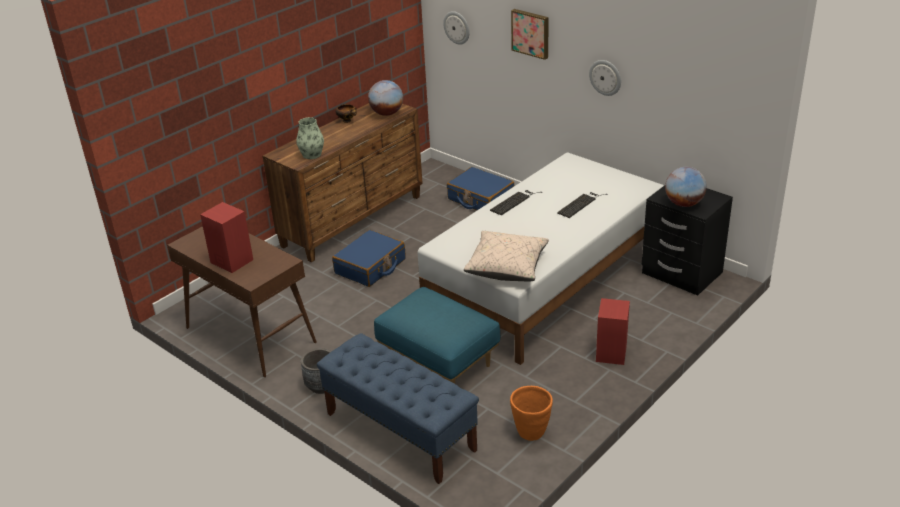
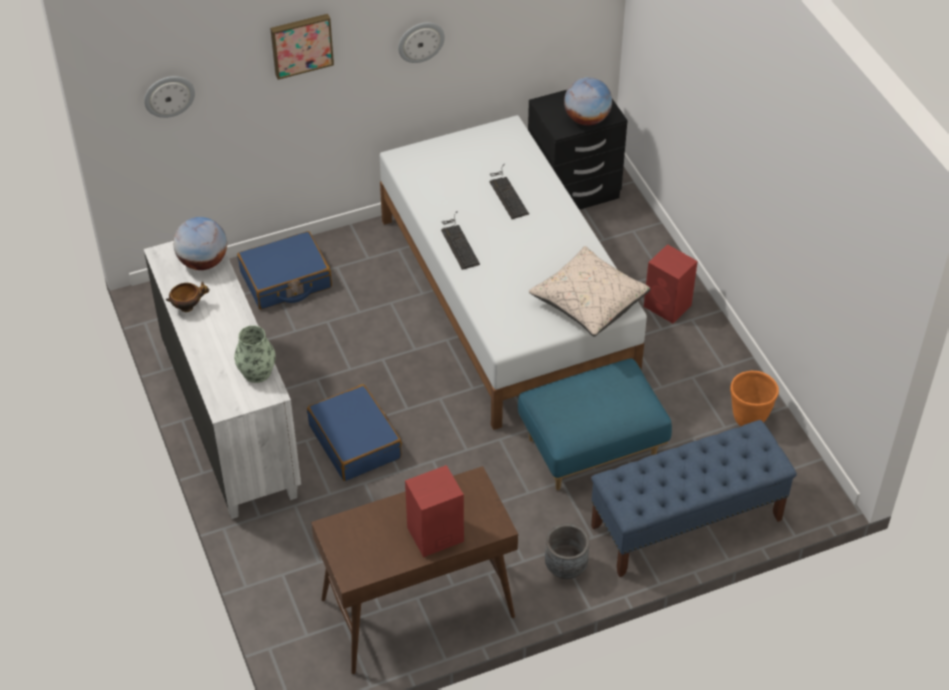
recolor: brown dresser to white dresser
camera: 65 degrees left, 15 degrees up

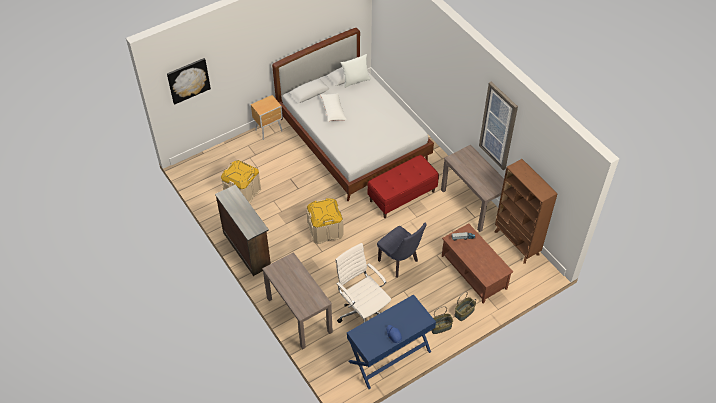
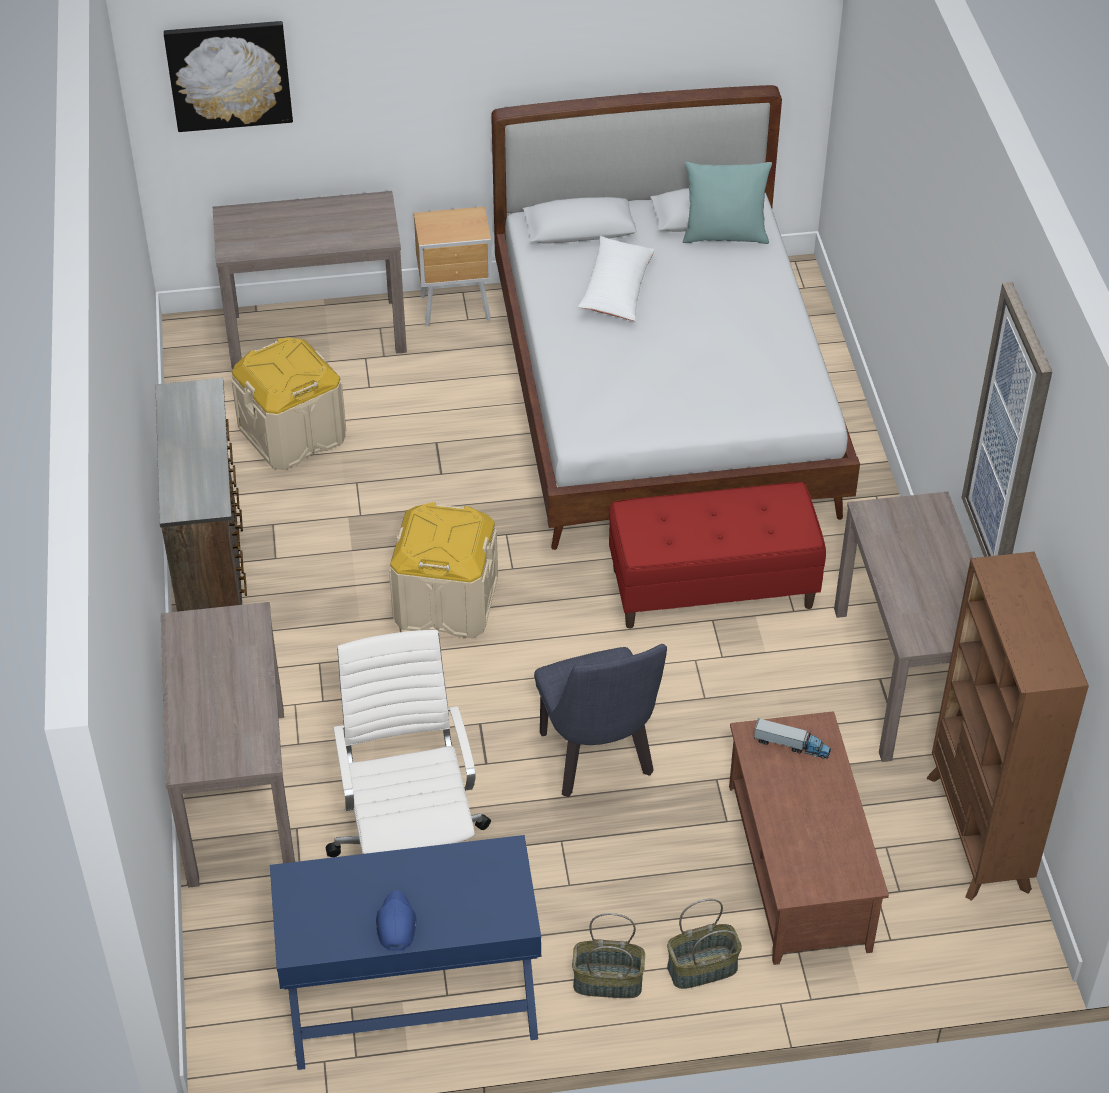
insert: brown console table (2nd from left)
recolor: white pillow (2nd from left) to turquoise pillow
camera: 25 degrees right, 5 degrees down

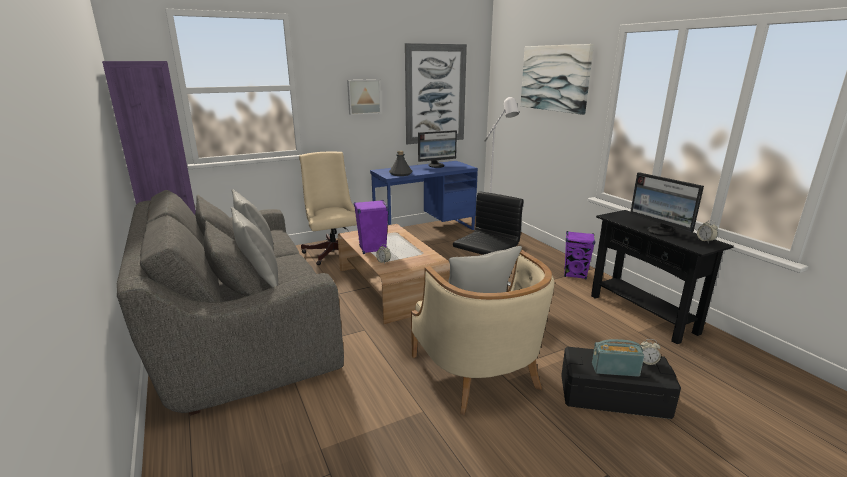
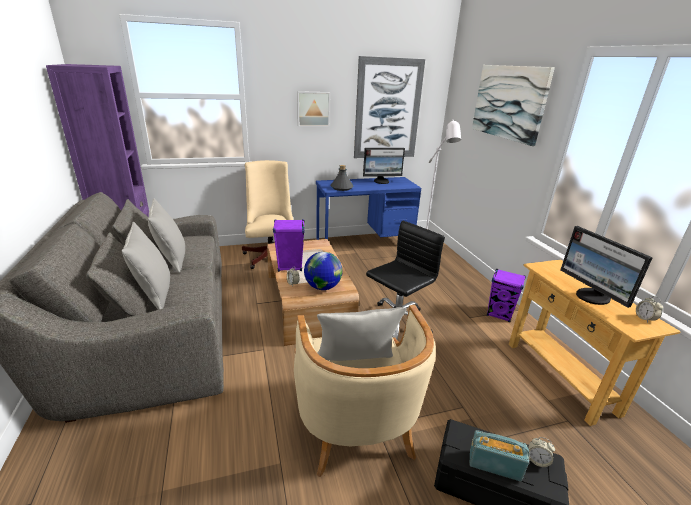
insert: globe
recolor: black console table to beige console table
camera: 10 degrees right, 5 degrees up

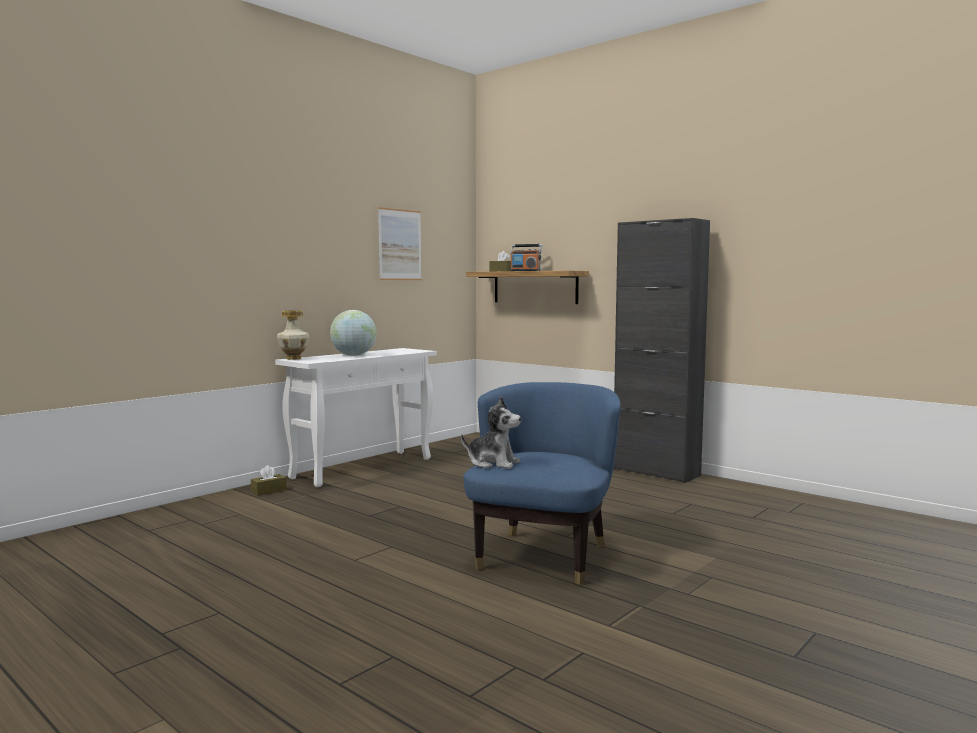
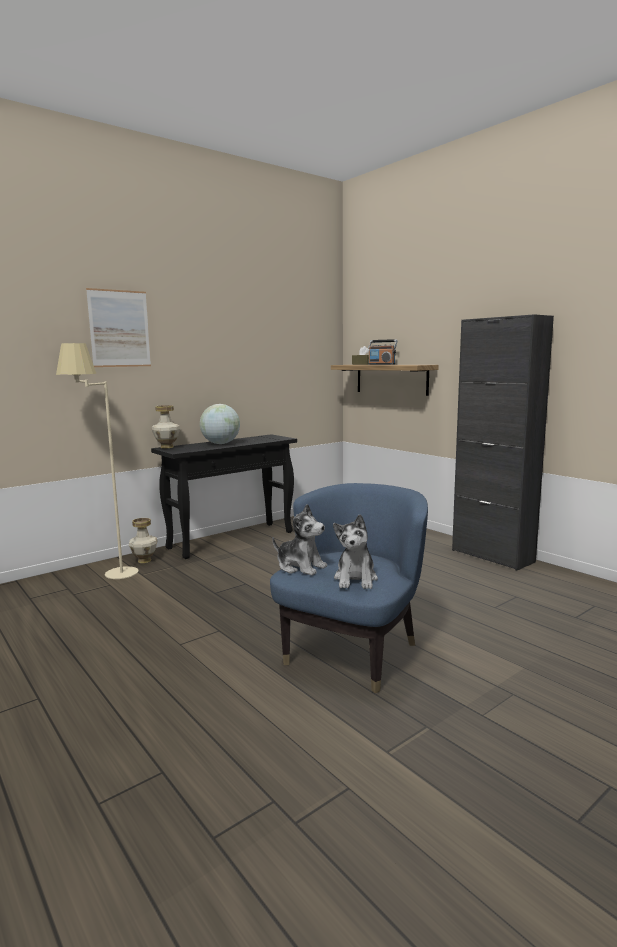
insert: beige floor lamp; plush toy (2nd from left)
move: picture
replace: brown tissue box (1st from left) to vase (1st from left)
recolor: white console table to black console table
camera: 10 degrees right, 5 degrees up

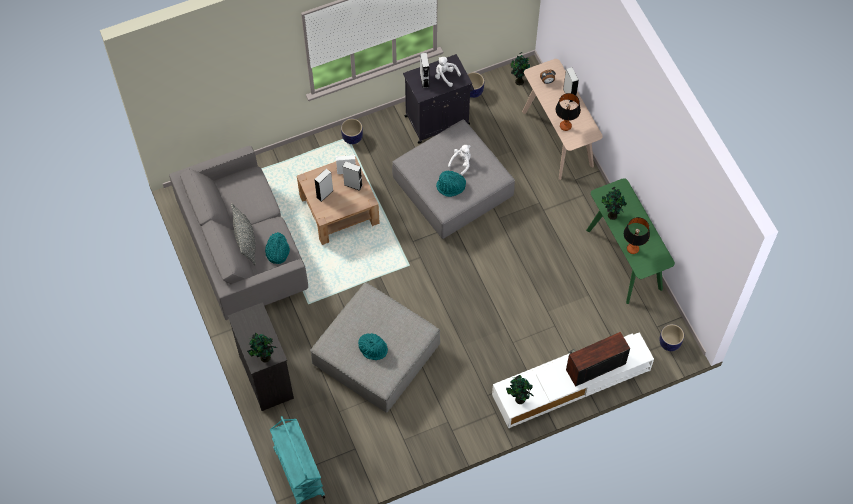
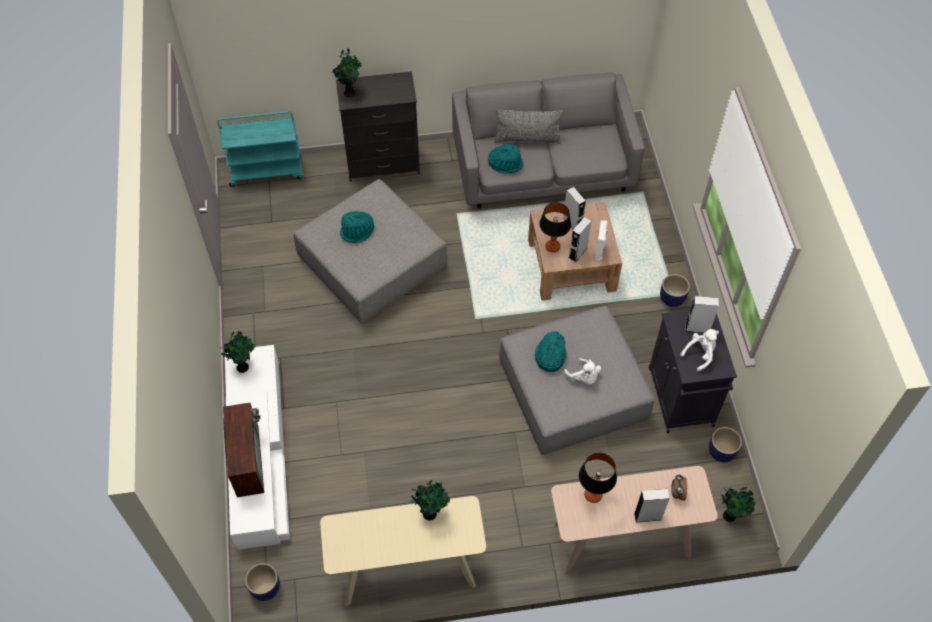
move: table lamp (2nd from left in the first image) to table lamp (1st from left)
recolor: green console table to beige console table (1st from left)
camera: 105 degrees right, 5 degrees down

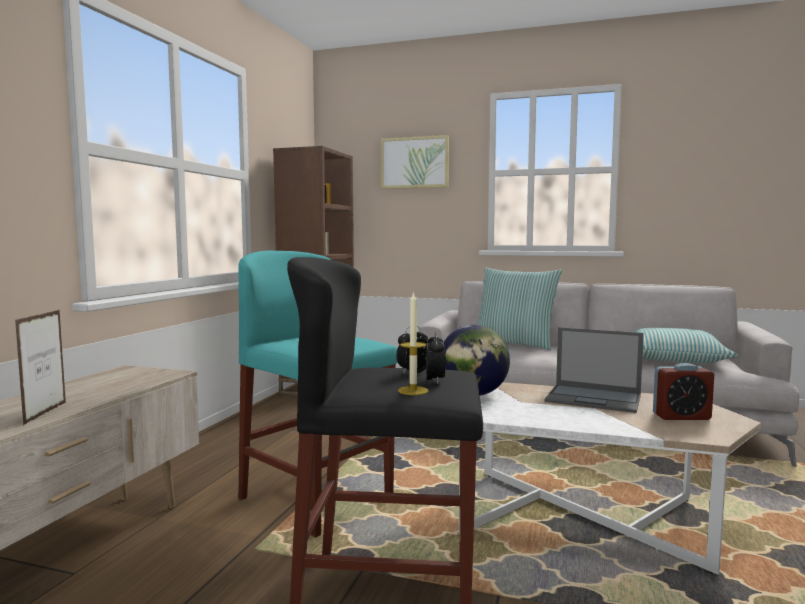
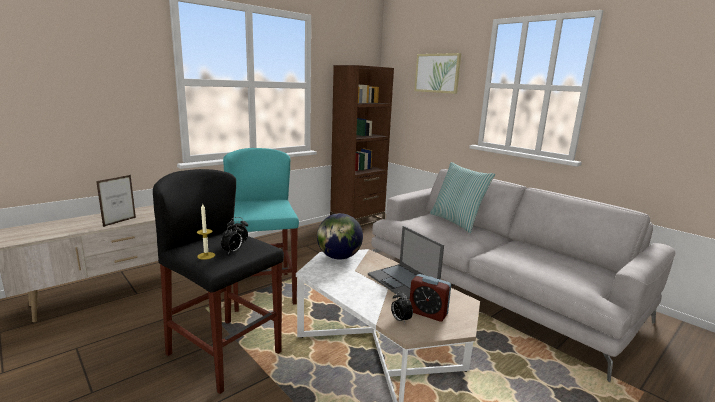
delete: pillow (2nd from left)
insert: alarm clock (3rd from left)
camera: 30 degrees right, 10 degrees up

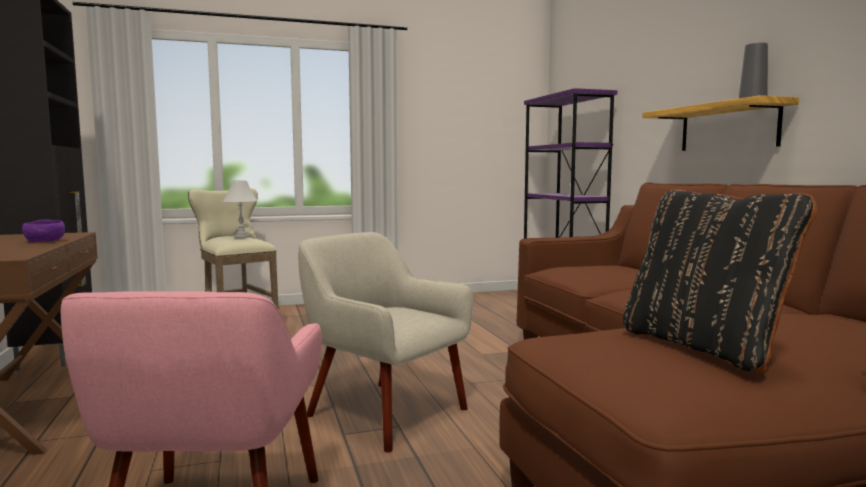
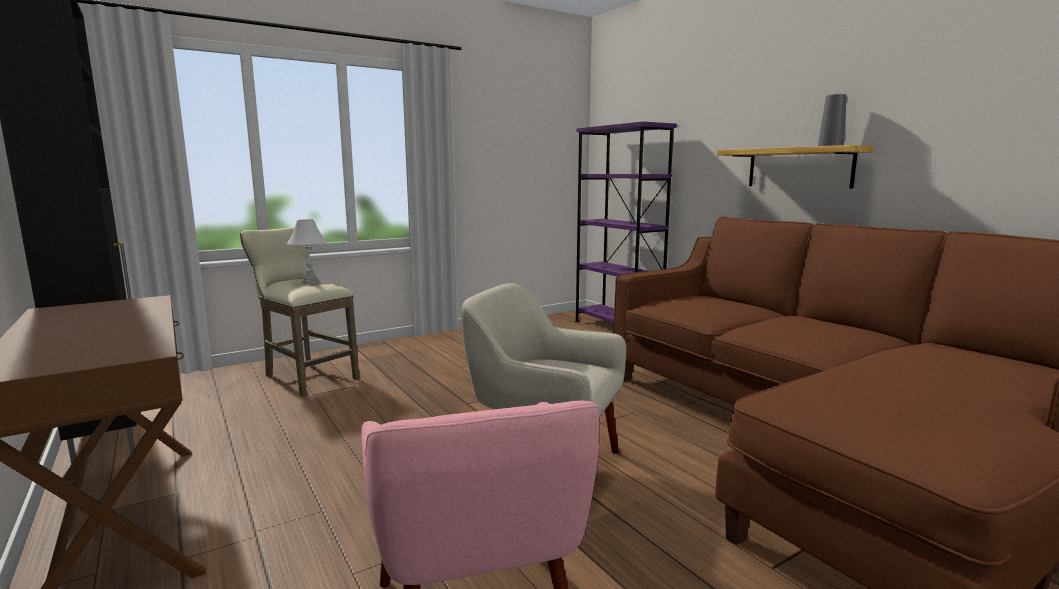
delete: purple bowl; black pillow
camera: 15 degrees left, 5 degrees up

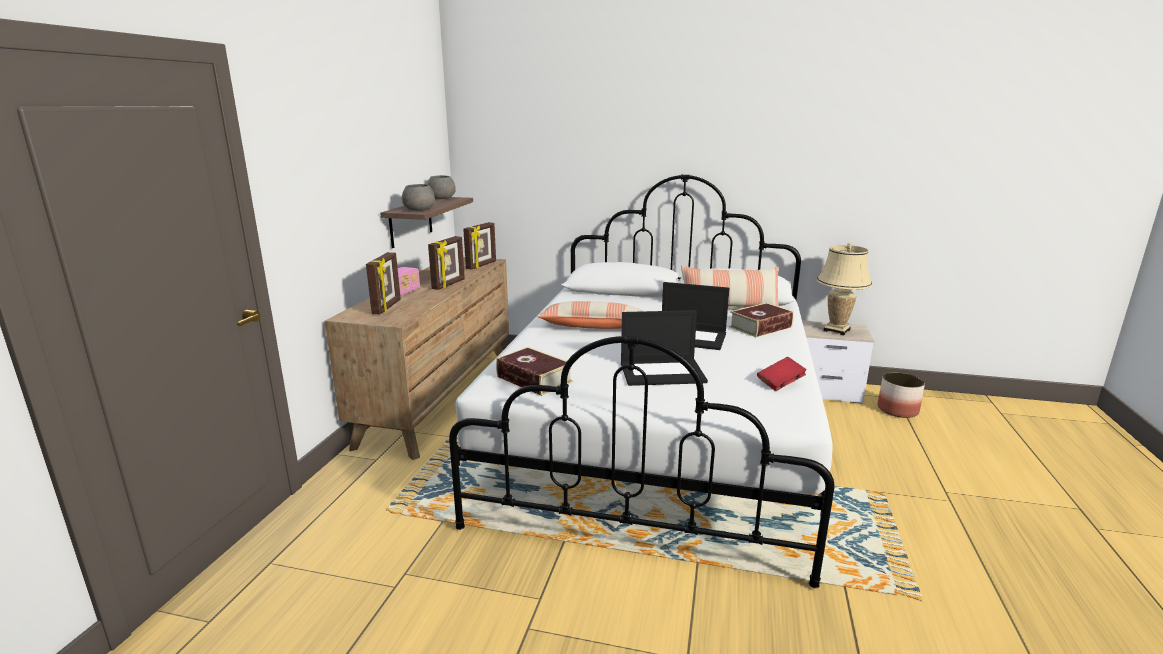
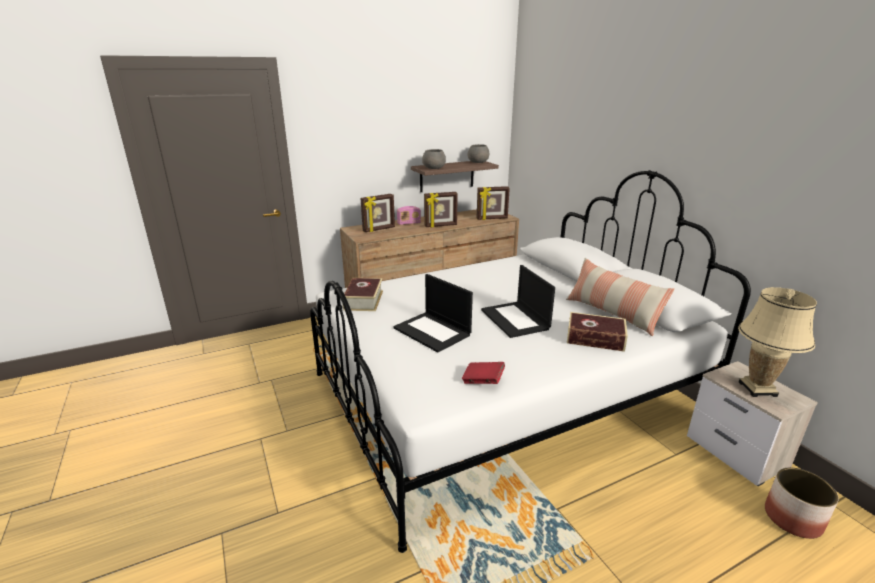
delete: pillow (1st from left)
camera: 50 degrees right, 5 degrees up

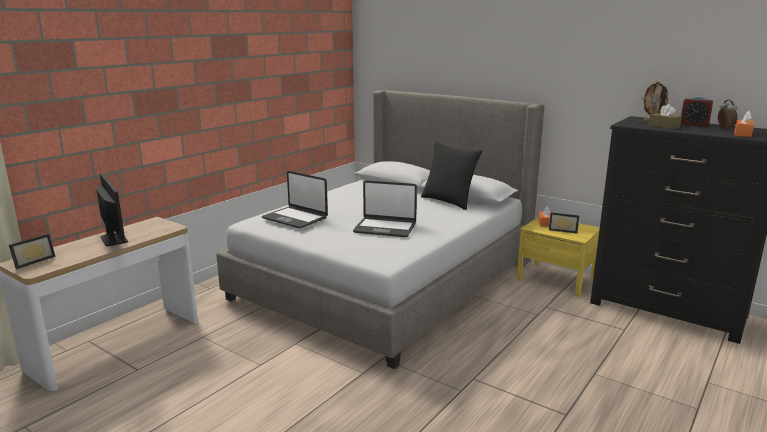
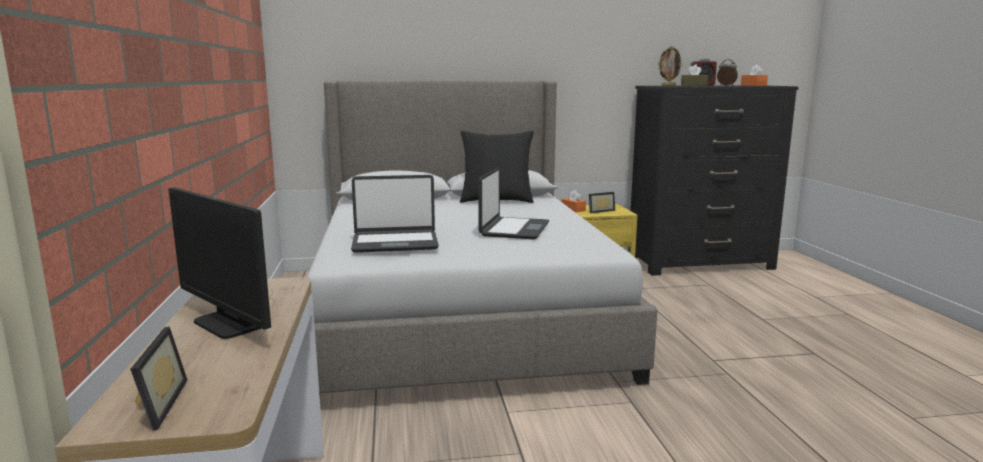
rotate: monitor 150 degrees counterclockwise; laptop (2nd from left) 45 degrees counterclockwise
camera: 45 degrees left, 5 degrees down

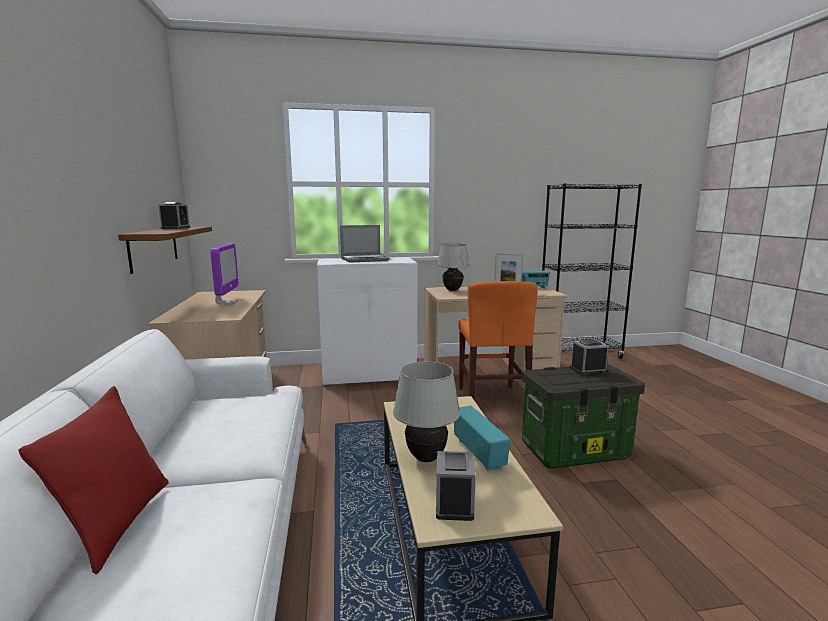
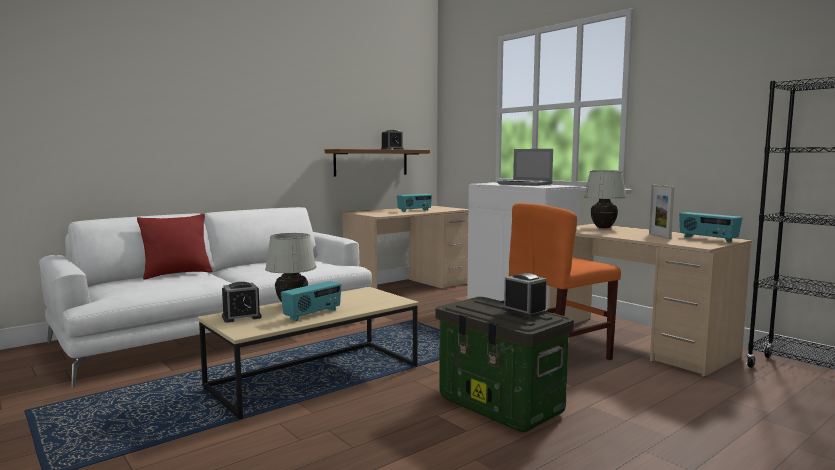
replace: monitor to radio (2nd from left)
camera: 60 degrees right, 5 degrees down

